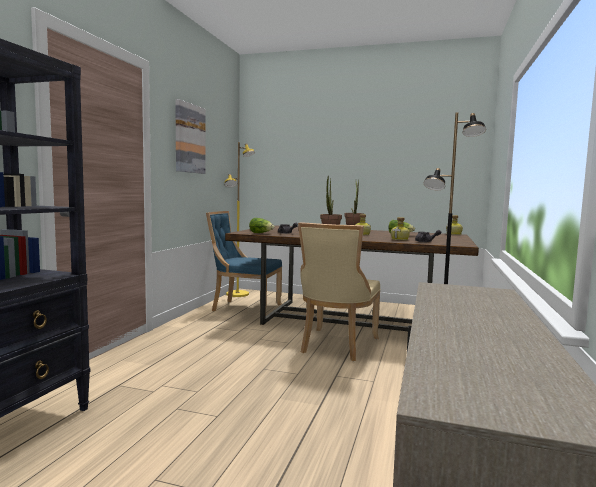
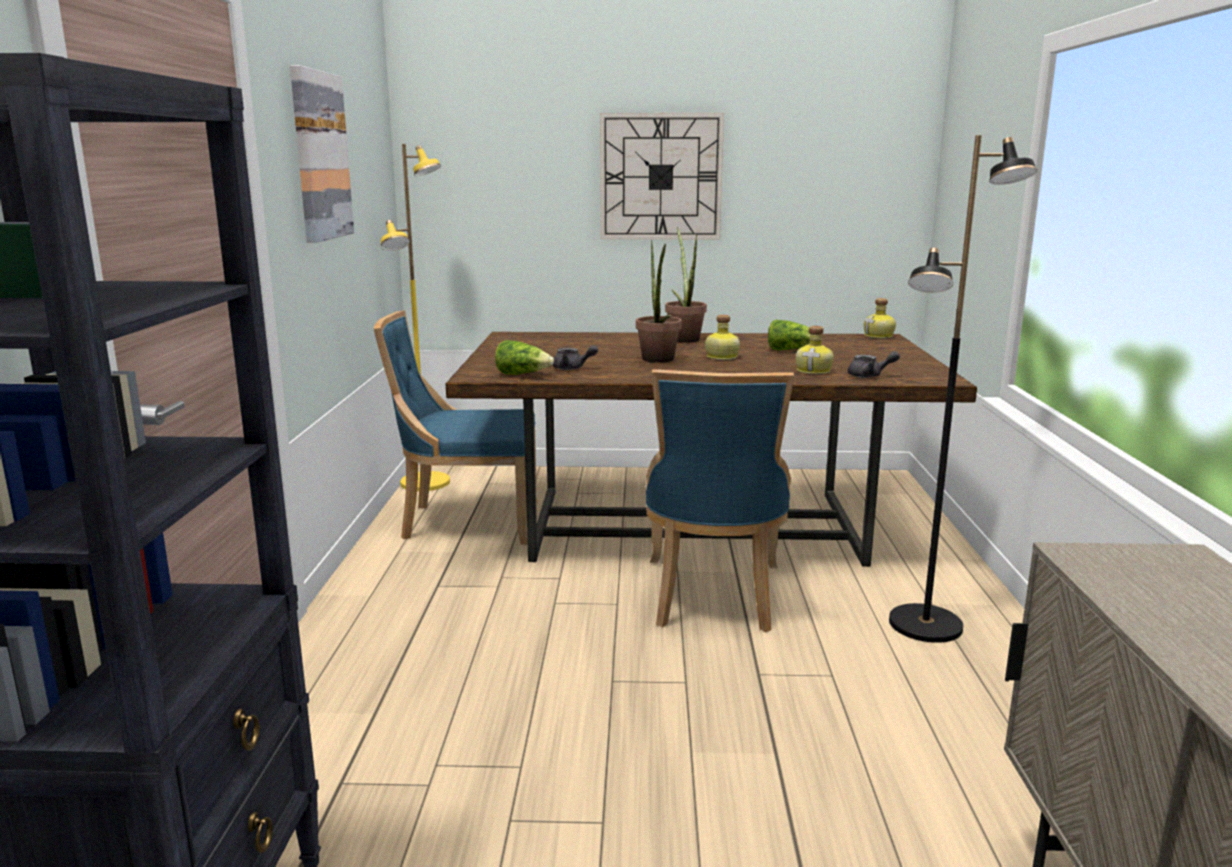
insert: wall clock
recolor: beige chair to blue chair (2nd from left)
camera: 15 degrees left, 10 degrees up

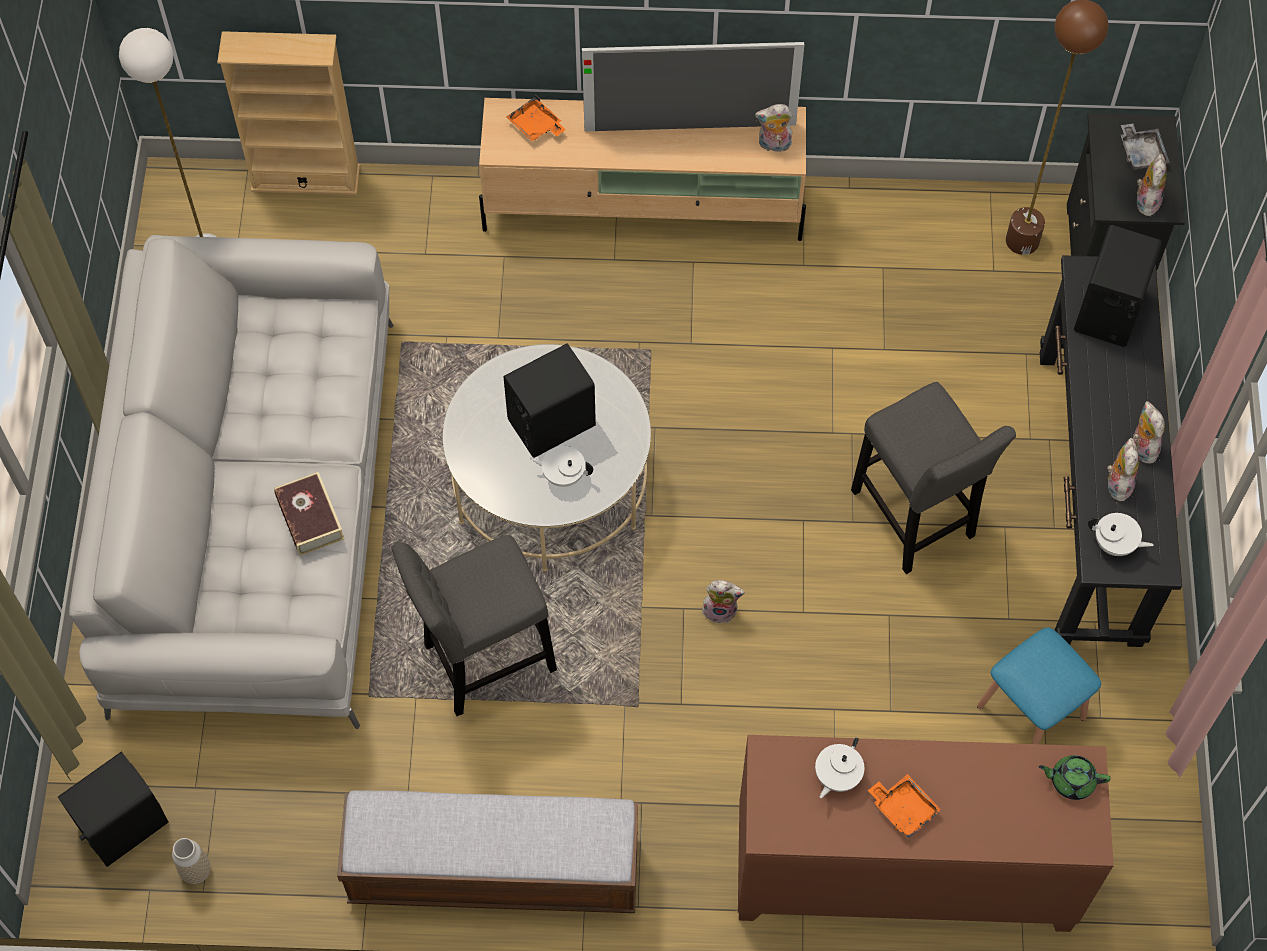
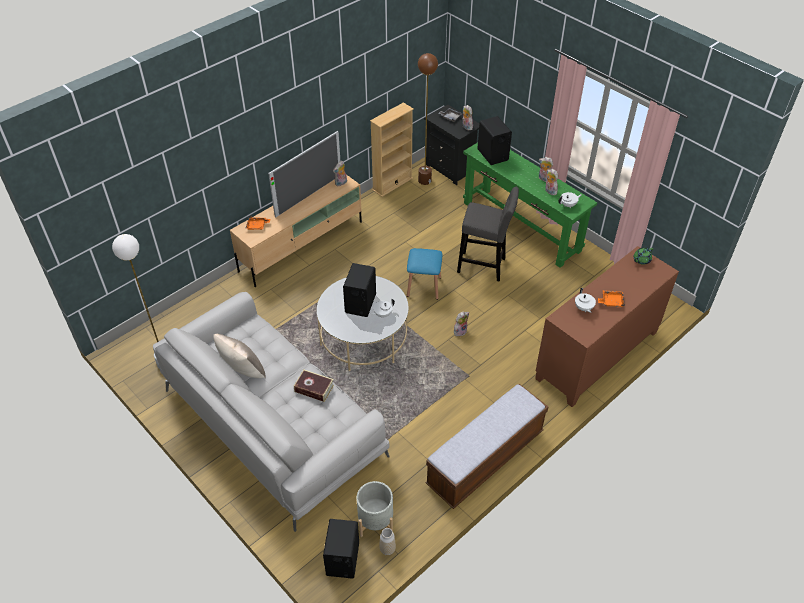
delete: grey stool (1st from left)
insert: beige pillow; grey planter
move: beige bookcase; blue stool
recolor: black console table to green console table
camera: 45 degrees left, 15 degrees down

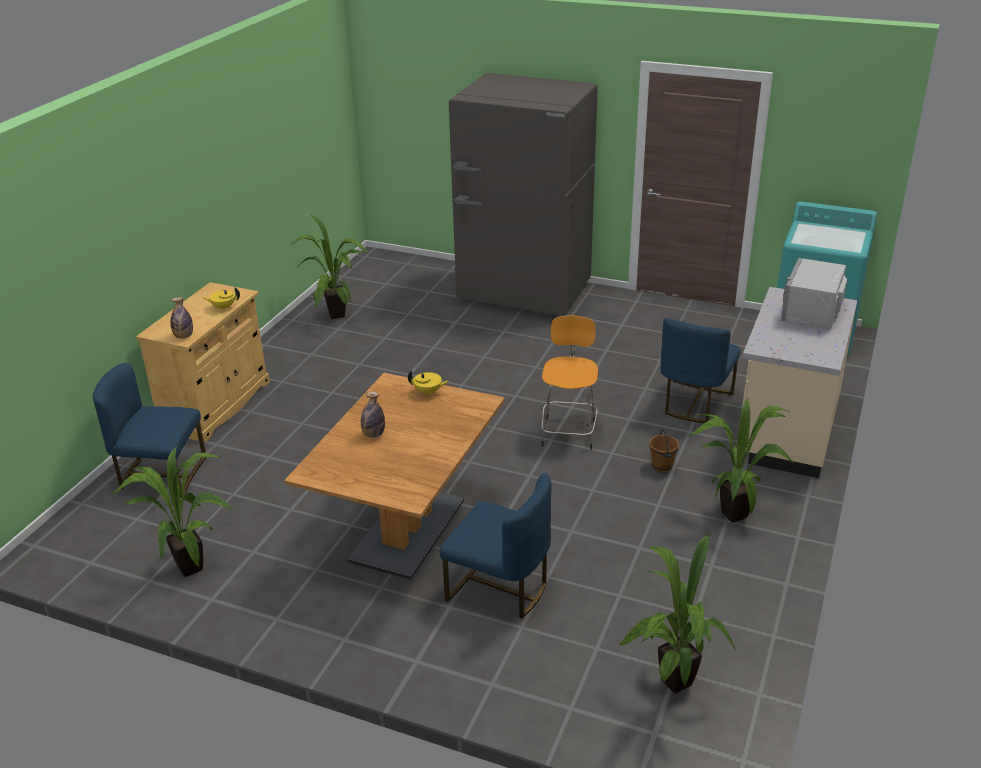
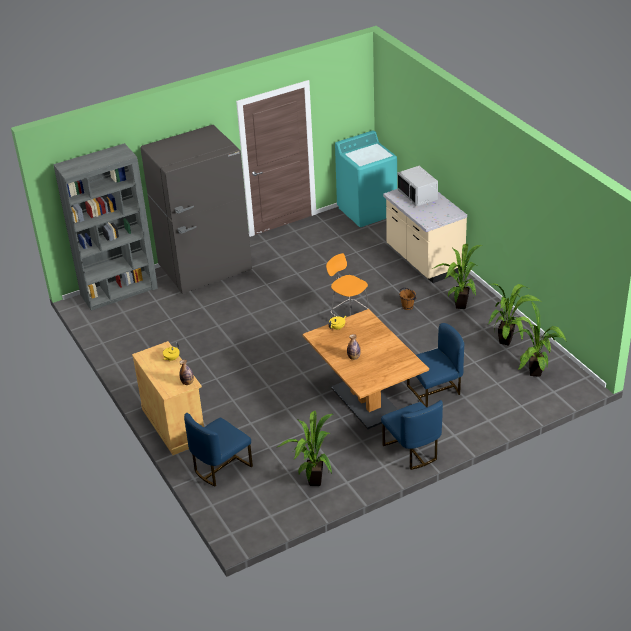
insert: grey bookcase
move: potted plant (2nd from left in the first image) to potted plant (3rd from left); blue chair (3rd from left in the first image) to blue chair (2nd from left)
camera: 50 degrees left, 5 degrees up

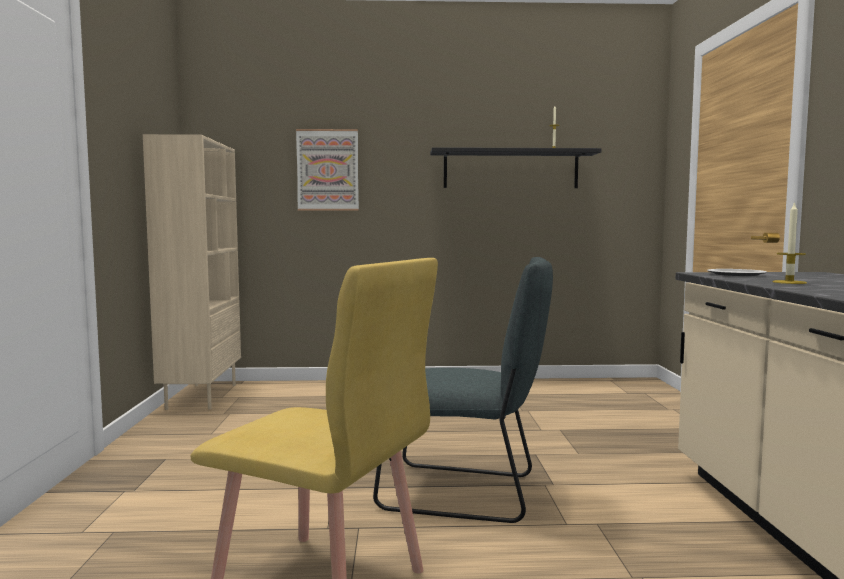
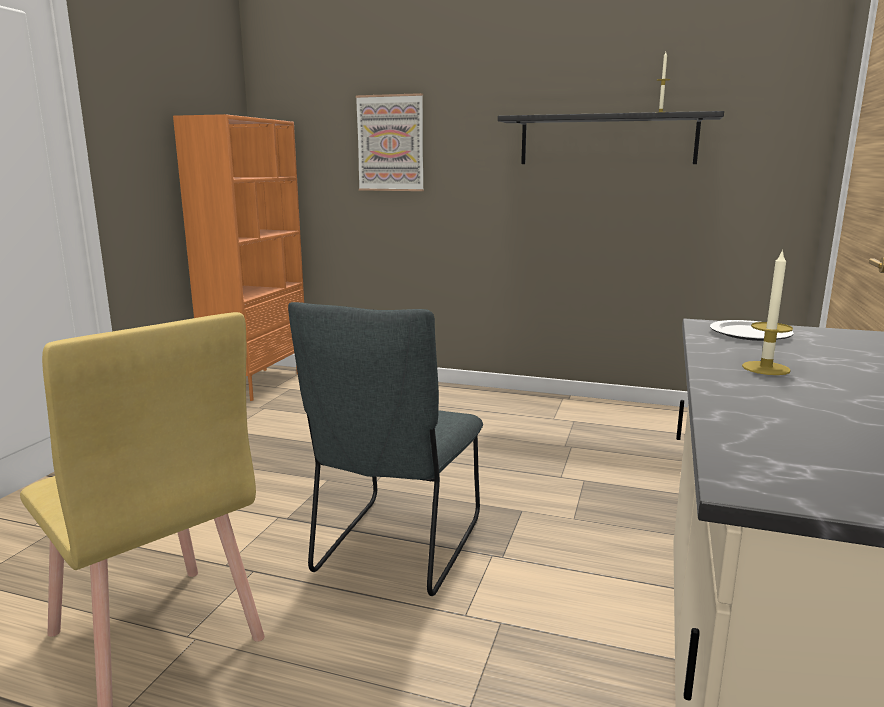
recolor: beige bookcase to orange bookcase
rotate: grey chair 75 degrees clockwise
camera: 20 degrees right, 10 degrees up

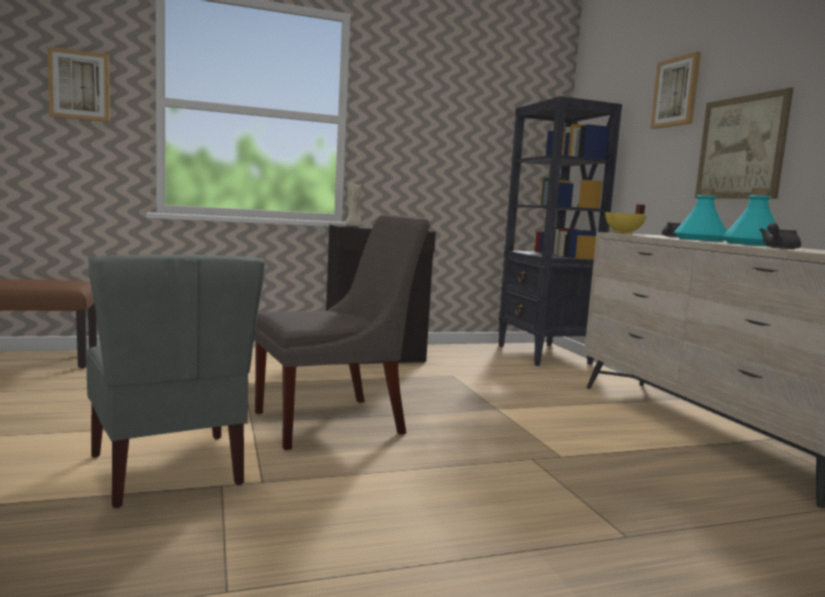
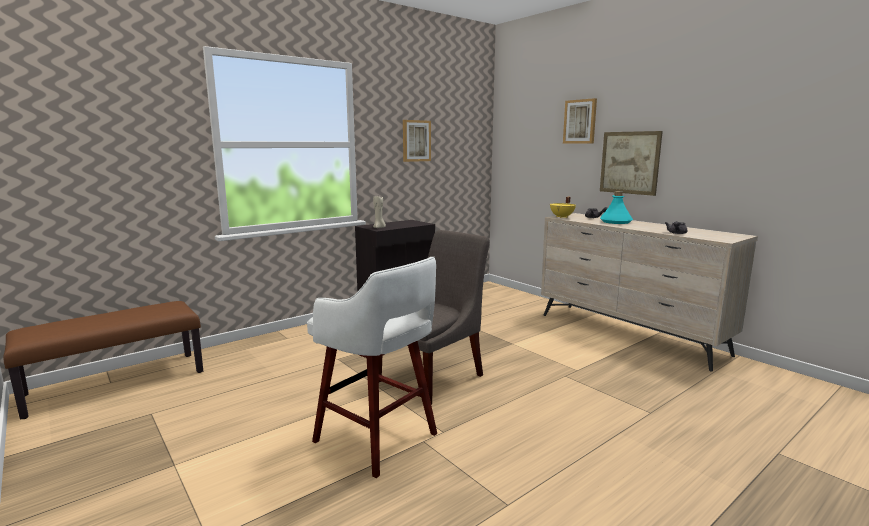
delete: black bookcase; turquoise bottle (2nd from left)
move: picture (1st from left)
replace: grey chair (1st from left) to white stool
camera: 20 degrees left, 5 degrees up

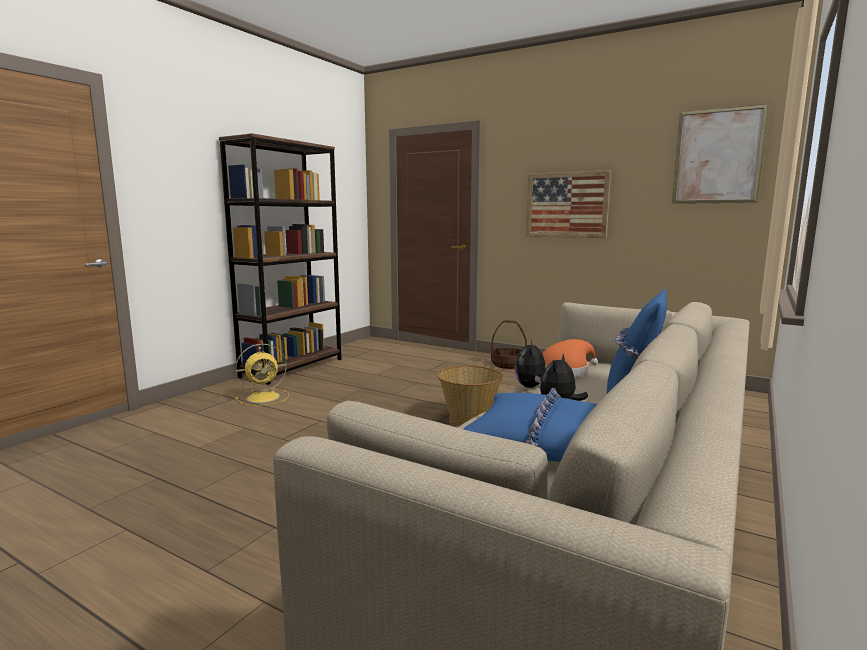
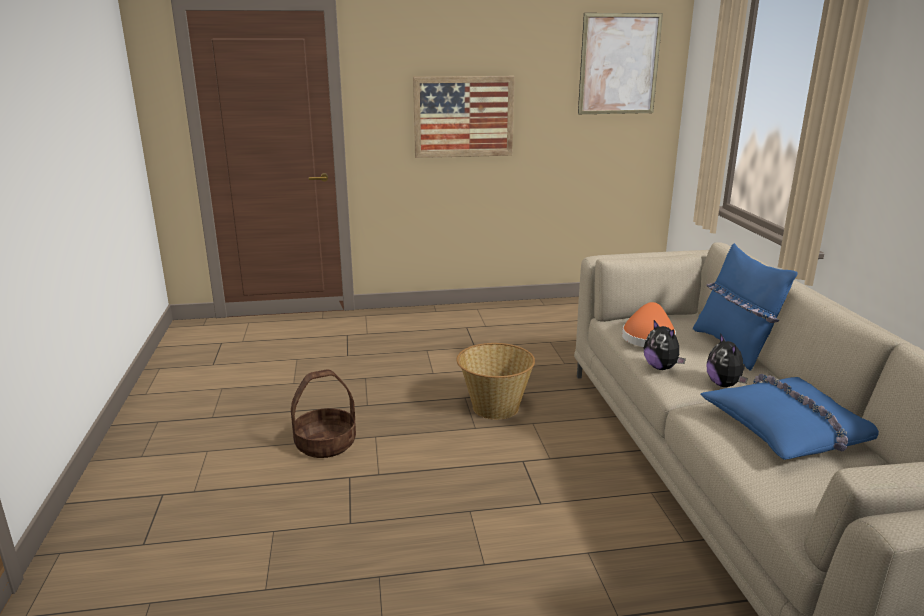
delete: brown bookcase; yellow fan
move: basket (2nd from left in the first image) to basket (1st from left)
camera: 40 degrees left, 10 degrees up

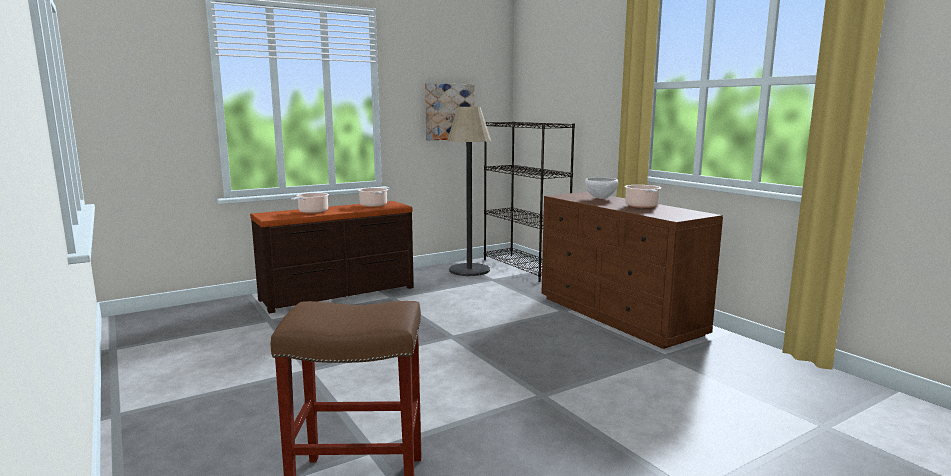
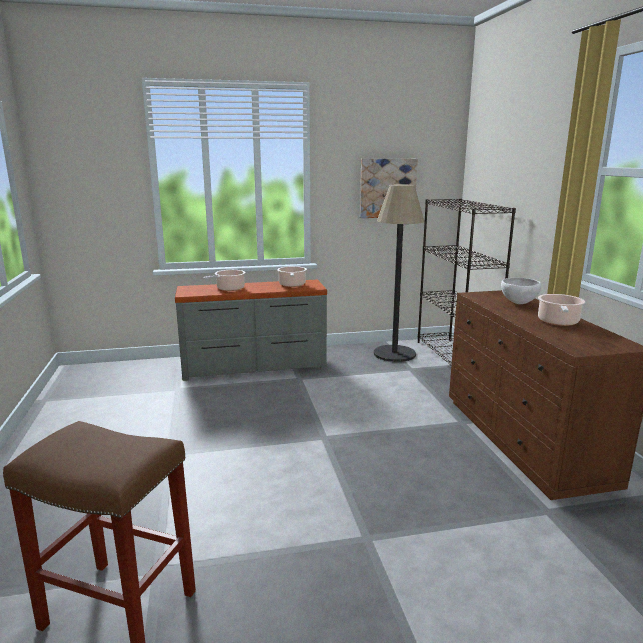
recolor: brown dresser (1st from left) to grey dresser
camera: 20 degrees right, 5 degrees up

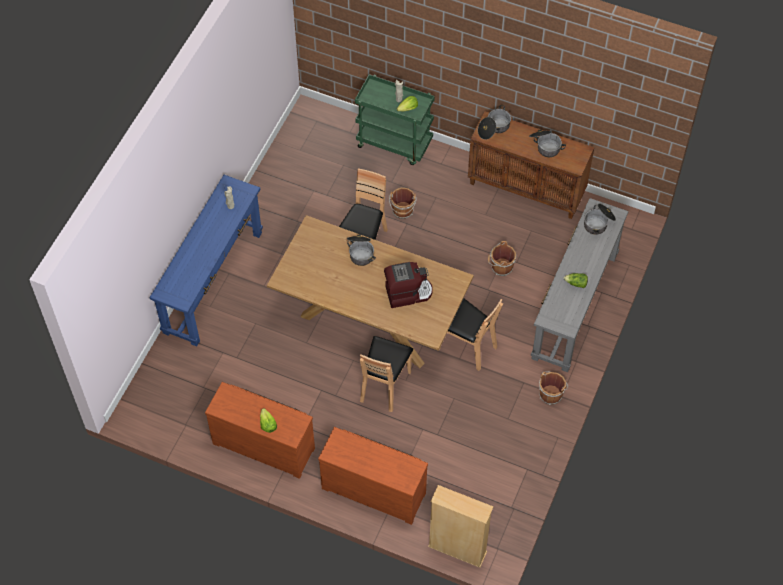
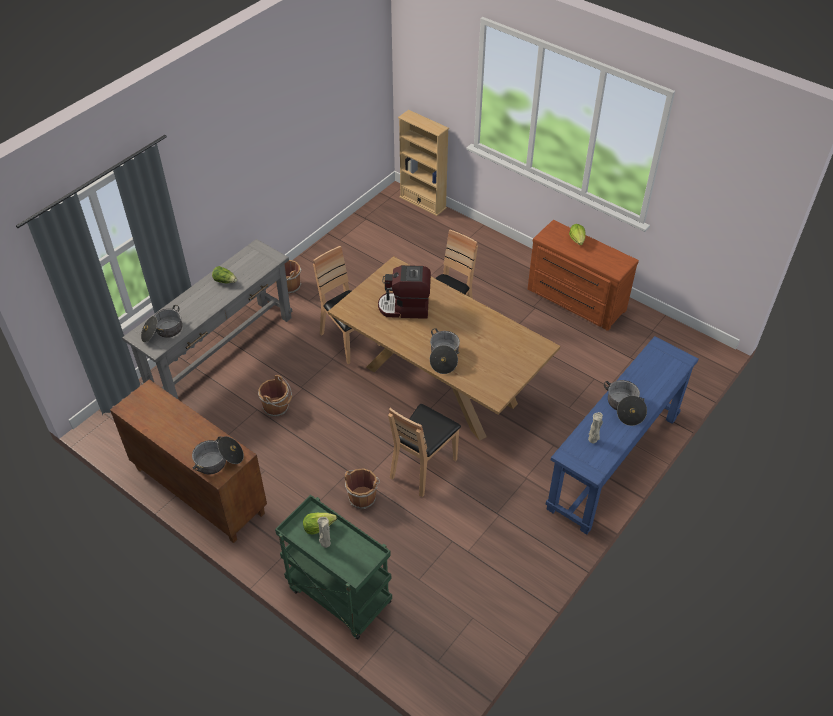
delete: brown dresser (2nd from left)
move: cooking pot (3rd from left in the first image) to cooking pot (4th from left)
camera: 165 degrees left, 10 degrees down

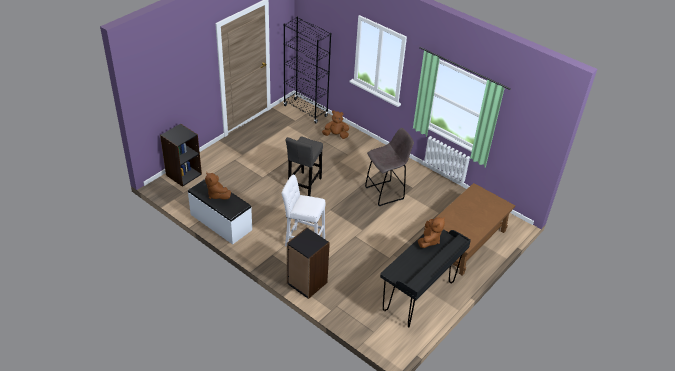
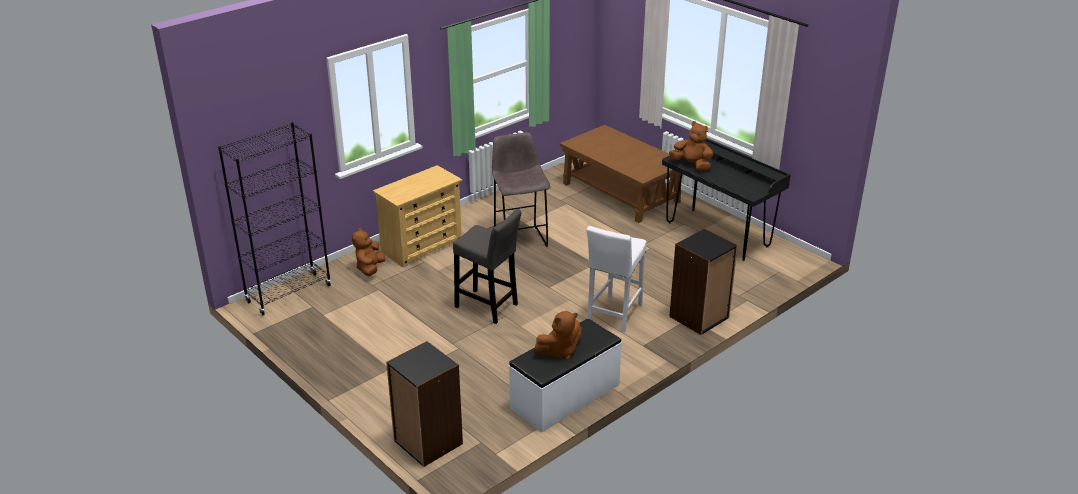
insert: beige dresser
camera: 80 degrees left, 10 degrees down

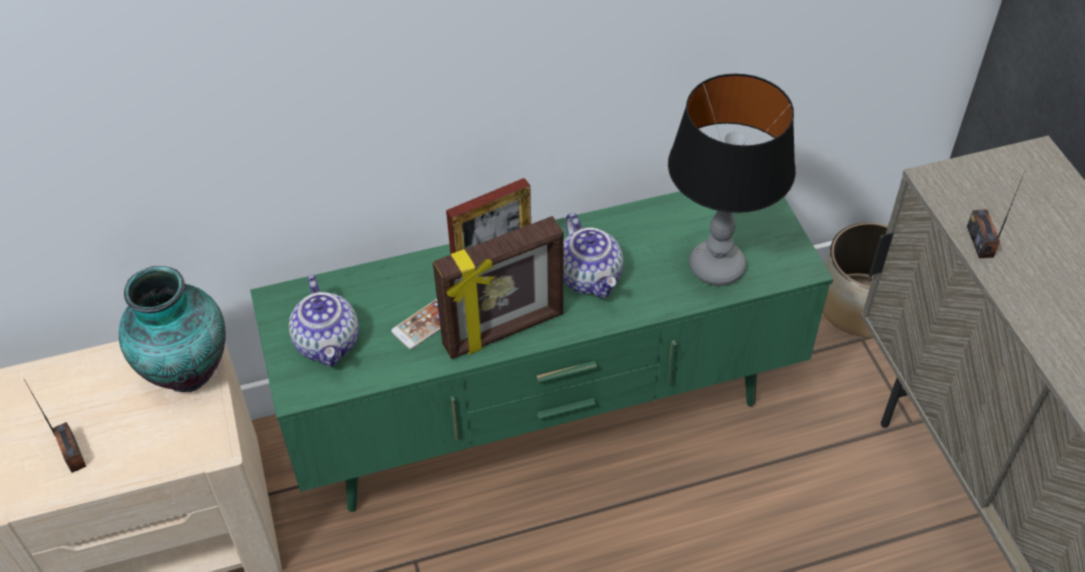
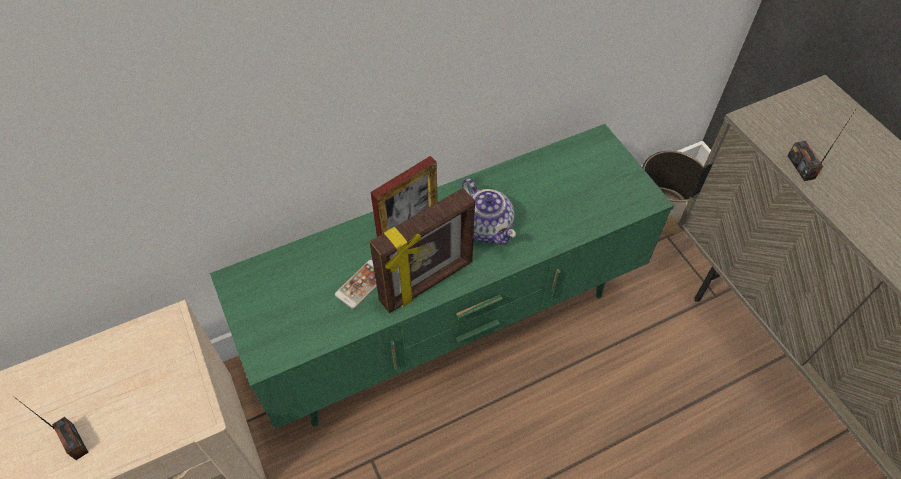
delete: vase; teapot (1st from left); table lamp
camera: 10 degrees left, 5 degrees up

